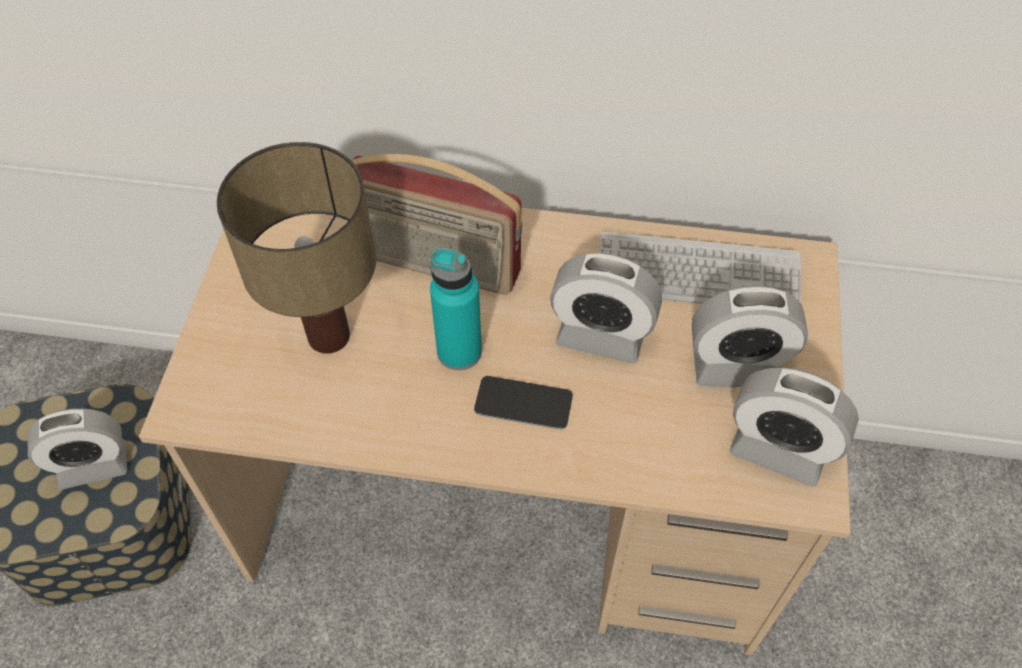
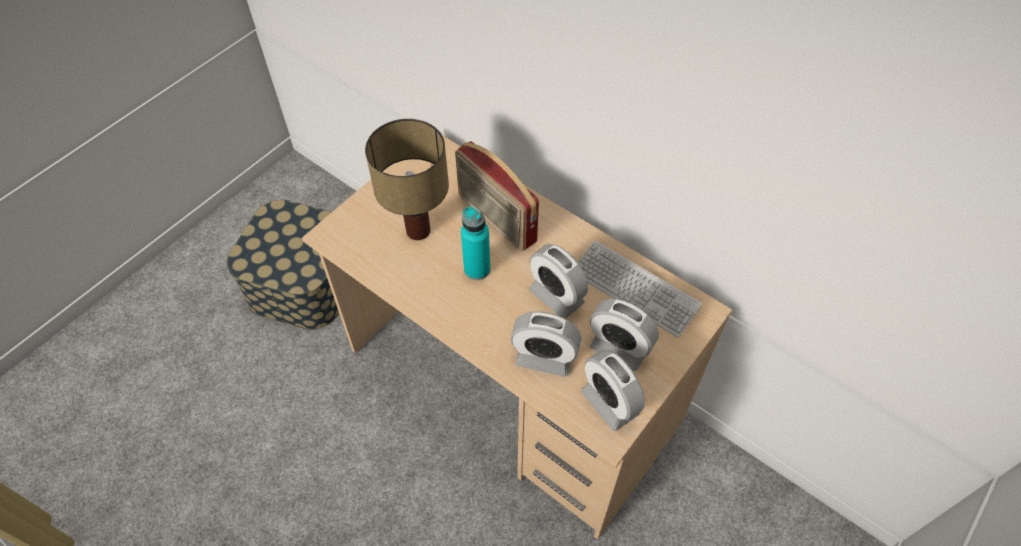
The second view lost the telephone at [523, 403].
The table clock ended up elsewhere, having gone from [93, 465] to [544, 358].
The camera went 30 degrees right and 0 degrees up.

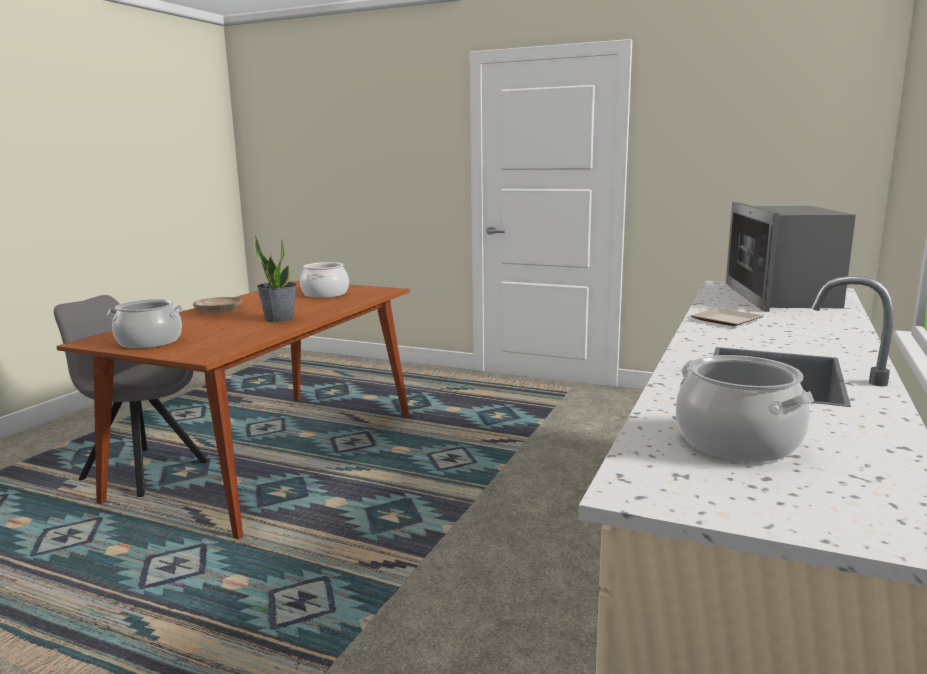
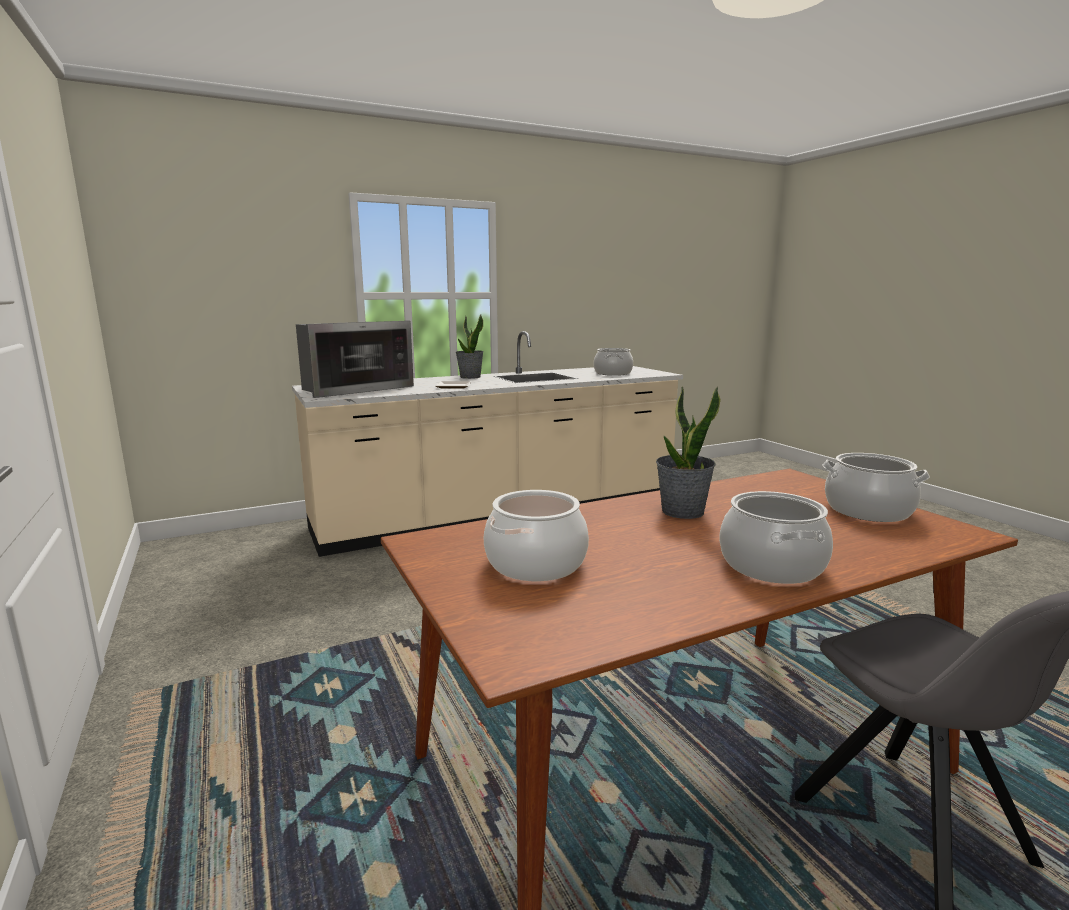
The second view gained the houseplant at [470, 377].
Where the sand-coloured flat dish stood at [218, 310], the cooking pot came to stand at [772, 565].
The camera went 140 degrees left and 0 degrees up.

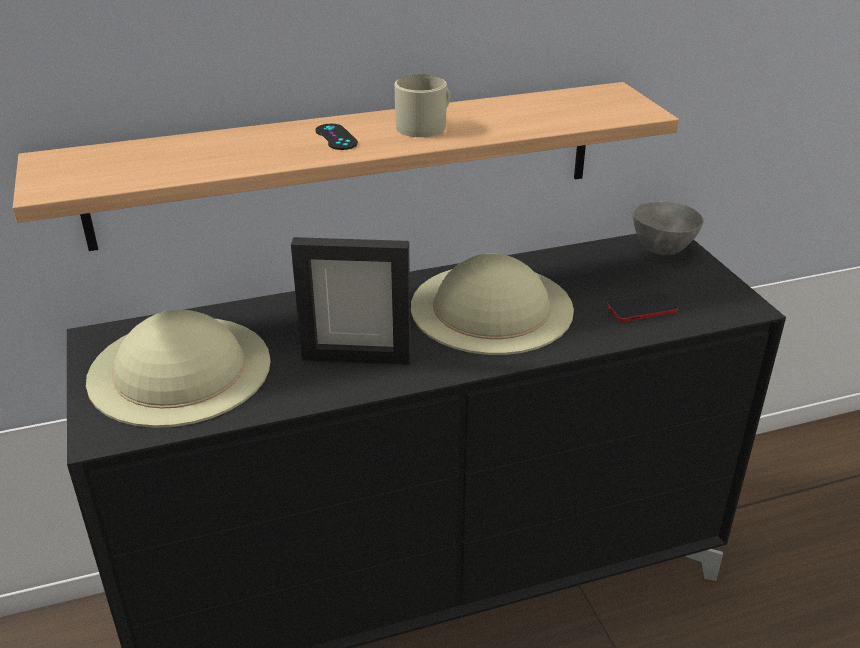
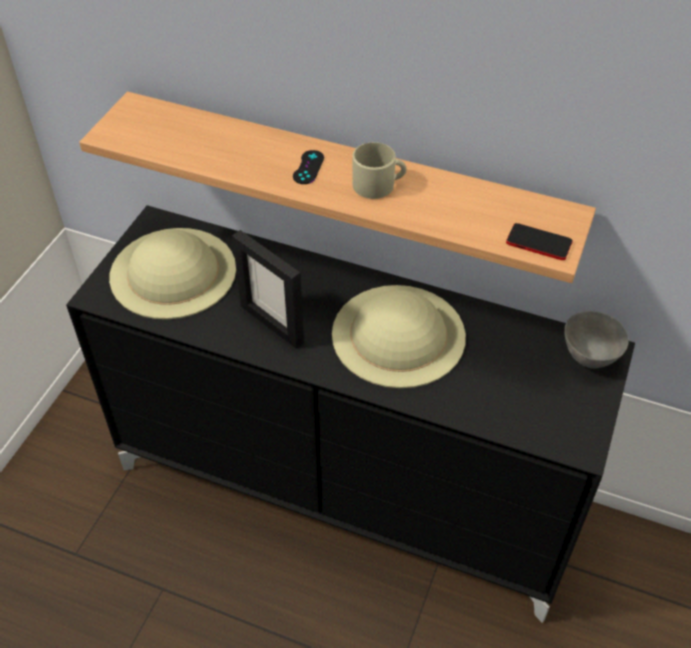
The telephone ended up elsewhere, having gone from [641, 309] to [538, 243].
The camera went 40 degrees right and 15 degrees up.

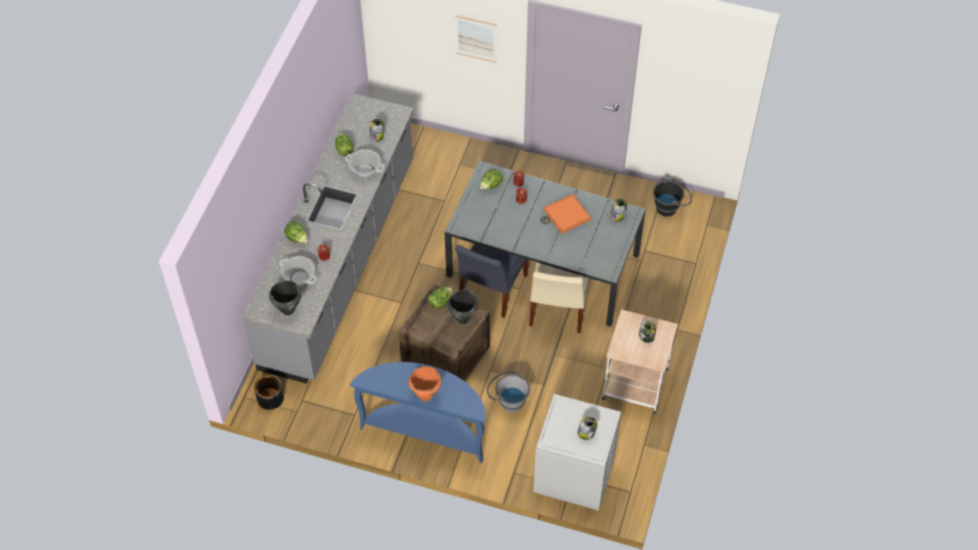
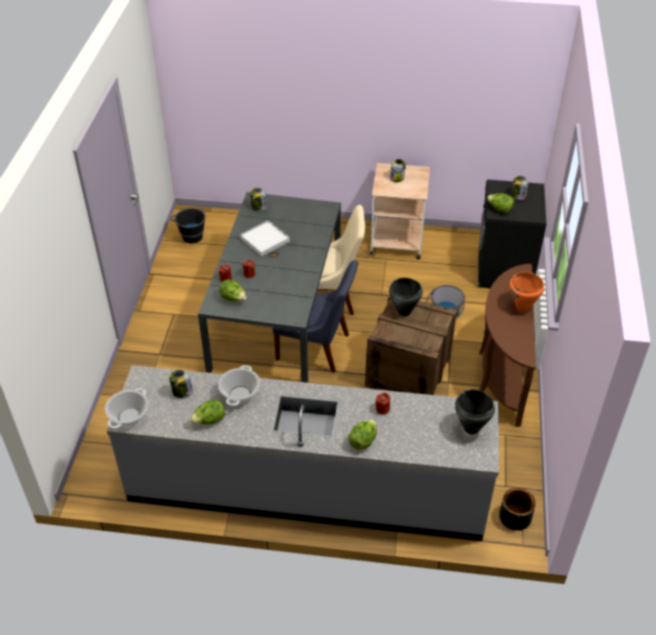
The second view lost the wall picture at [476, 38].
The cooking pot ended up elsewhere, having gone from [299, 278] to [129, 417].
The lettuce ended up elsewhere, having gone from [440, 302] to [499, 209].
What was the blue hall table at [426, 431] turned into the brown hall table at [500, 373].
What was the white laundry appliance at [574, 474] turned into the blackish laundry appliance at [502, 269].
What was the orange carrying tray at [567, 215] turned into the white carrying tray at [265, 240].
The camera went 100 degrees left and 10 degrees down.

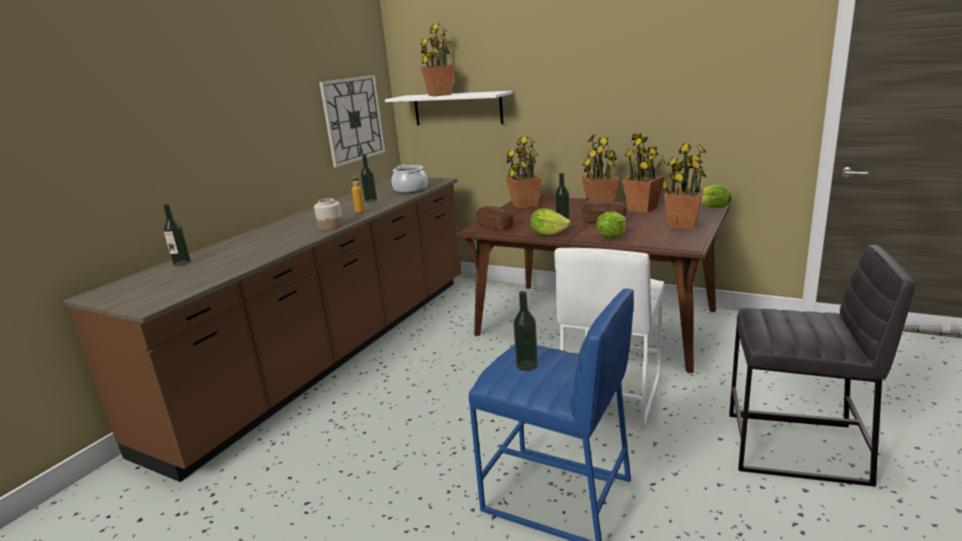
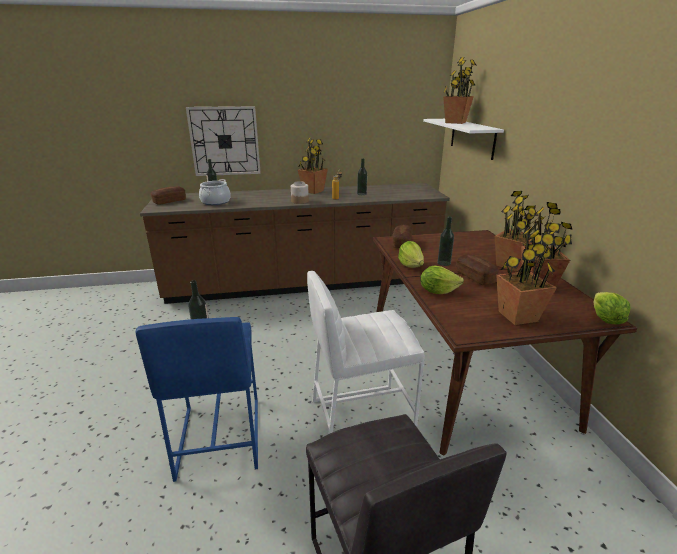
The second view gained the bakery bread at [169, 201].
The wall clock ended up elsewhere, having gone from [353, 119] to [225, 141].
The cooking pot ended up elsewhere, having gone from [410, 190] to [216, 202].
The houseplant ended up elsewhere, having gone from [524, 205] to [313, 191].
The camera went 50 degrees right and 5 degrees up.

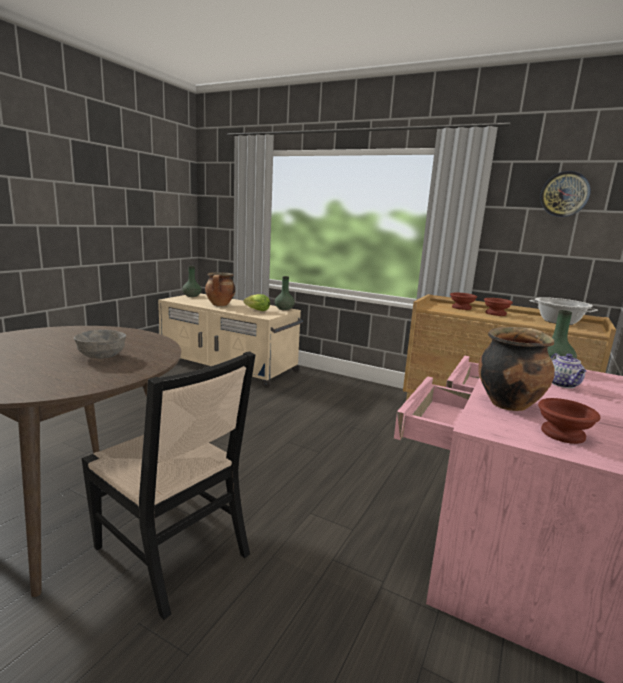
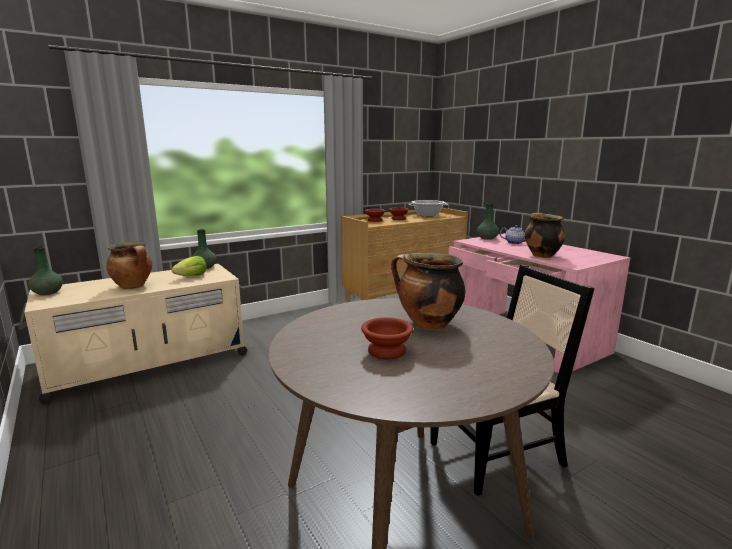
The second view lost the wall clock at [564, 194].
The brown deep dish ended up elsewhere, having gone from [560, 434] to [385, 351].
Where the greyish deep dish stood at [101, 357], the cooking pot came to stand at [427, 324].
The camera went 60 degrees left and 0 degrees up.

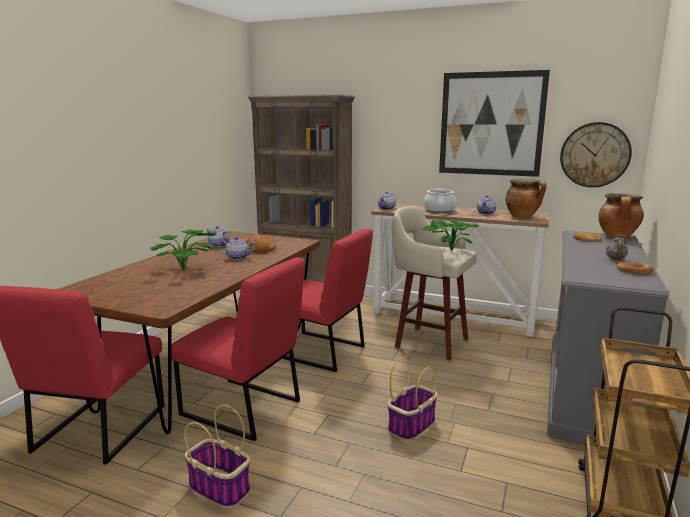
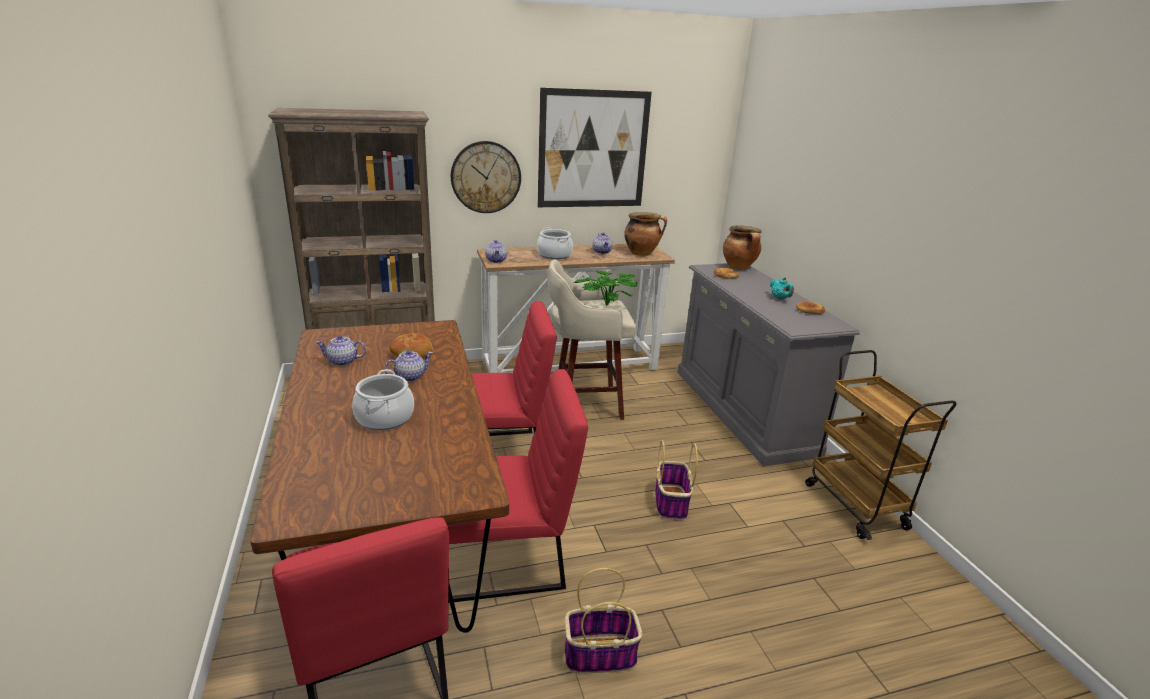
The wall clock ended up elsewhere, having gone from [594, 155] to [486, 177].
Where the houseplant stood at [187, 270], the cooking pot came to stand at [385, 417].
What was the greyish pot for tea at [615, 259] turned into the blue-green pot for tea at [780, 298].
The camera went 40 degrees left and 10 degrees up.

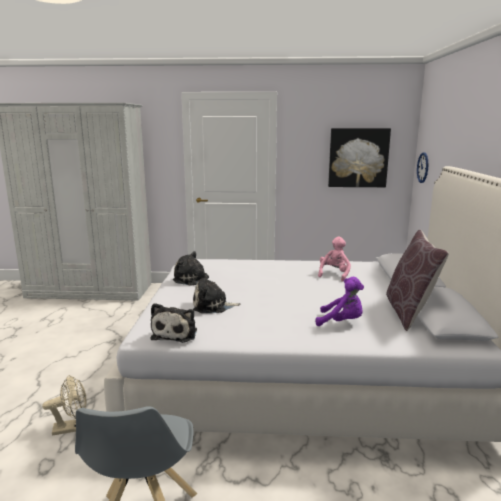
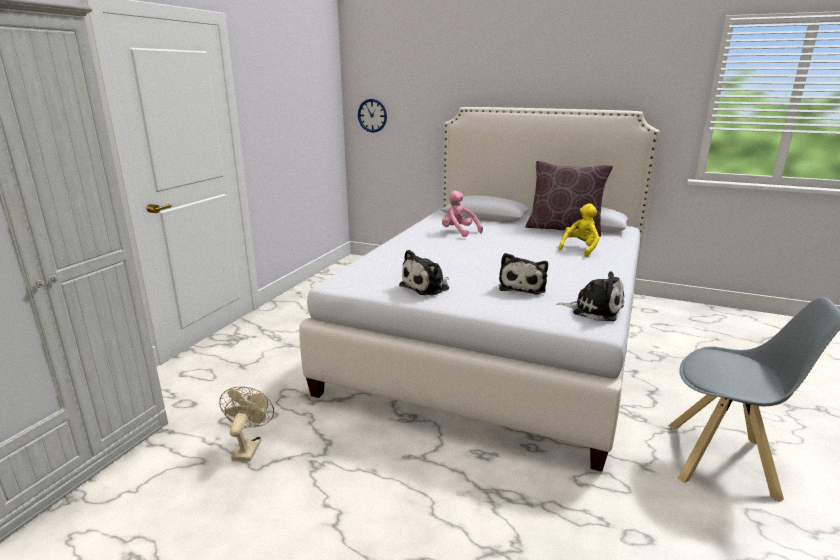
The second view lost the wall picture at [358, 158].
The sand-coloured electric fan ended up elsewhere, having gone from [71, 428] to [248, 447].
What was the purple plush toy at [341, 322] turned into the yellowish plush toy at [580, 249].
The camera went 70 degrees left and 5 degrees up.

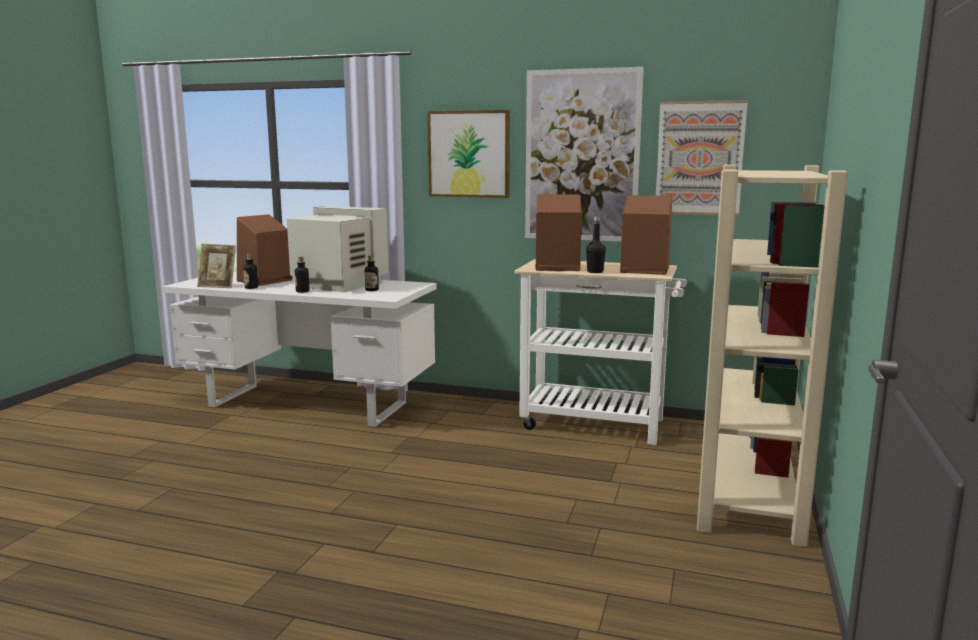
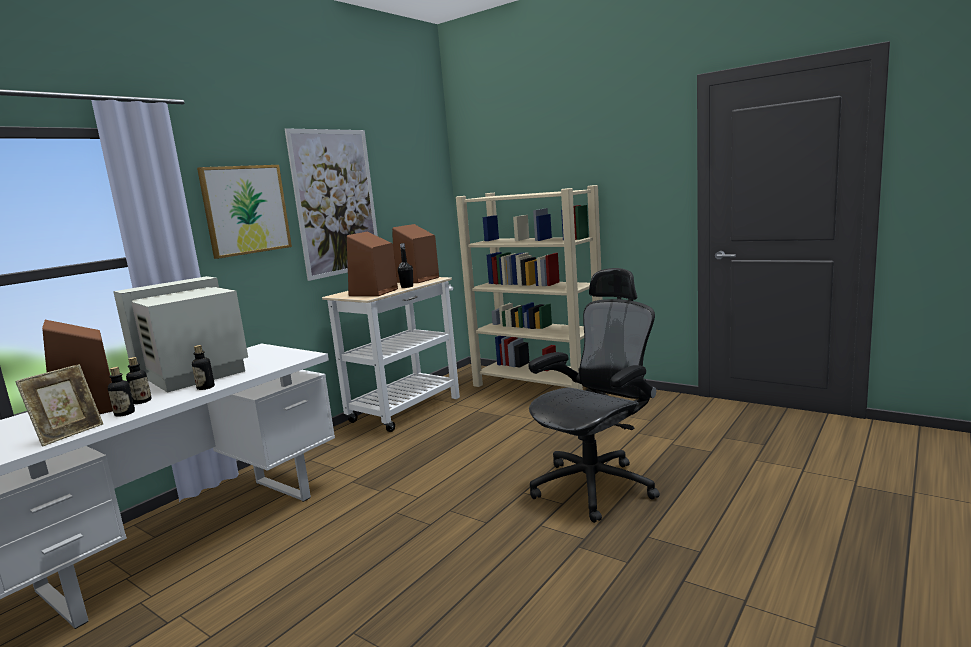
The second view lost the wall picture at [699, 158].
The second view gained the computer chair at [596, 485].
The beverage bottle ended up elsewhere, having gone from [372, 290] to [142, 401].
The camera went 70 degrees left and 0 degrees up.

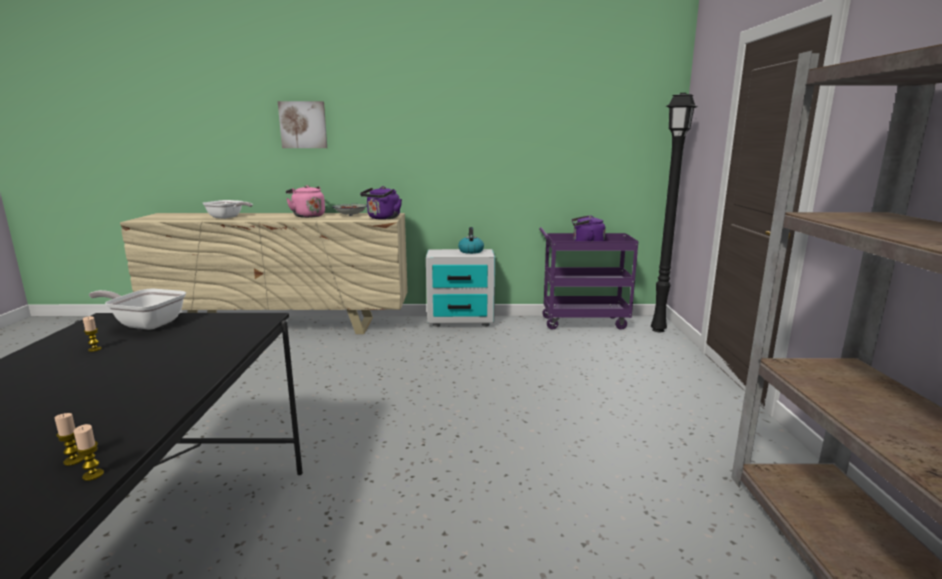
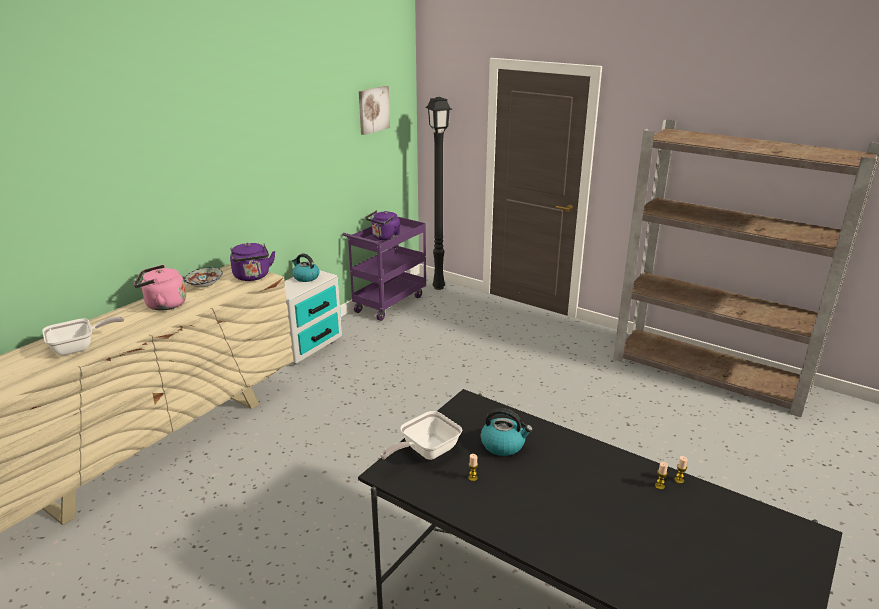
The second view gained the tea kettle at [503, 444].
The wall picture ended up elsewhere, having gone from [303, 125] to [373, 109].
The camera went 55 degrees left and 10 degrees up.

